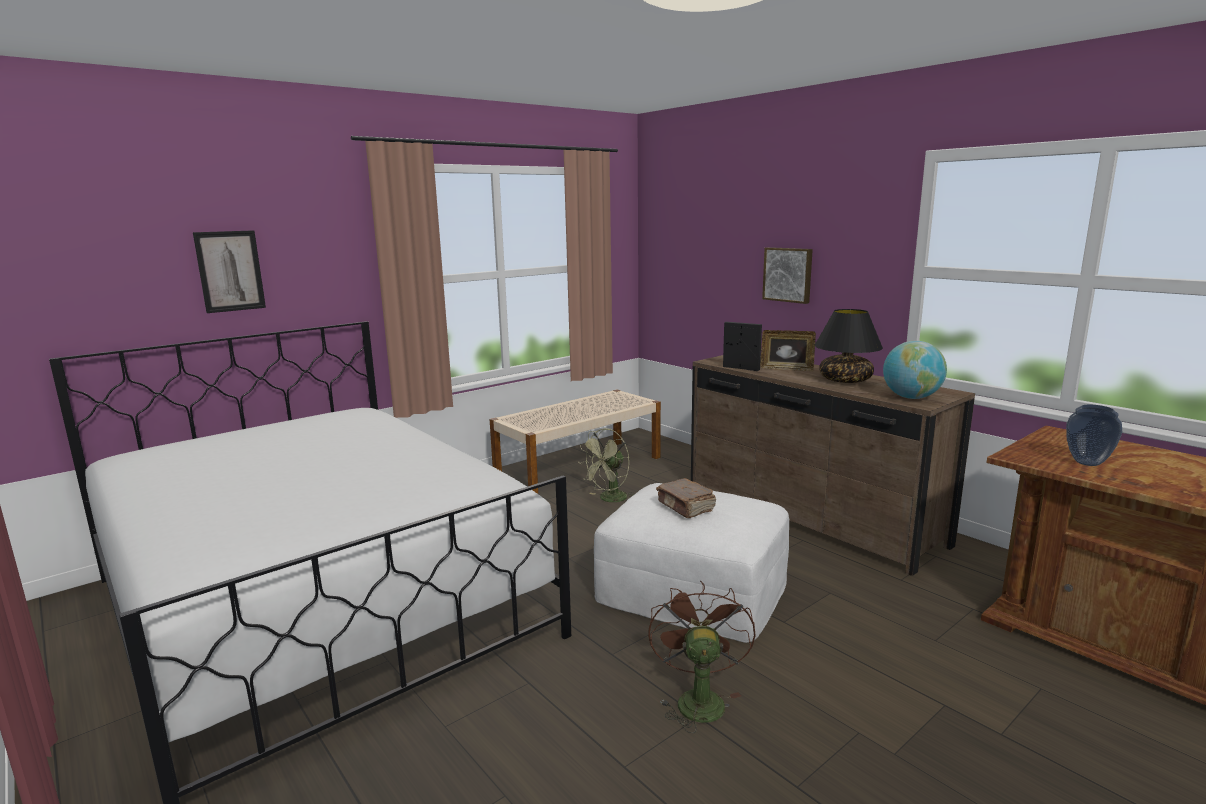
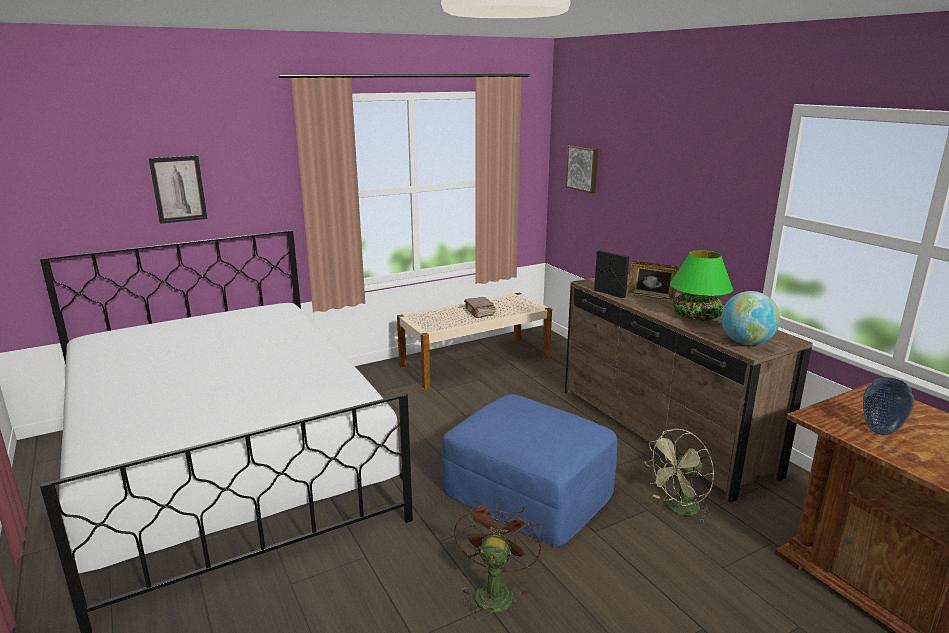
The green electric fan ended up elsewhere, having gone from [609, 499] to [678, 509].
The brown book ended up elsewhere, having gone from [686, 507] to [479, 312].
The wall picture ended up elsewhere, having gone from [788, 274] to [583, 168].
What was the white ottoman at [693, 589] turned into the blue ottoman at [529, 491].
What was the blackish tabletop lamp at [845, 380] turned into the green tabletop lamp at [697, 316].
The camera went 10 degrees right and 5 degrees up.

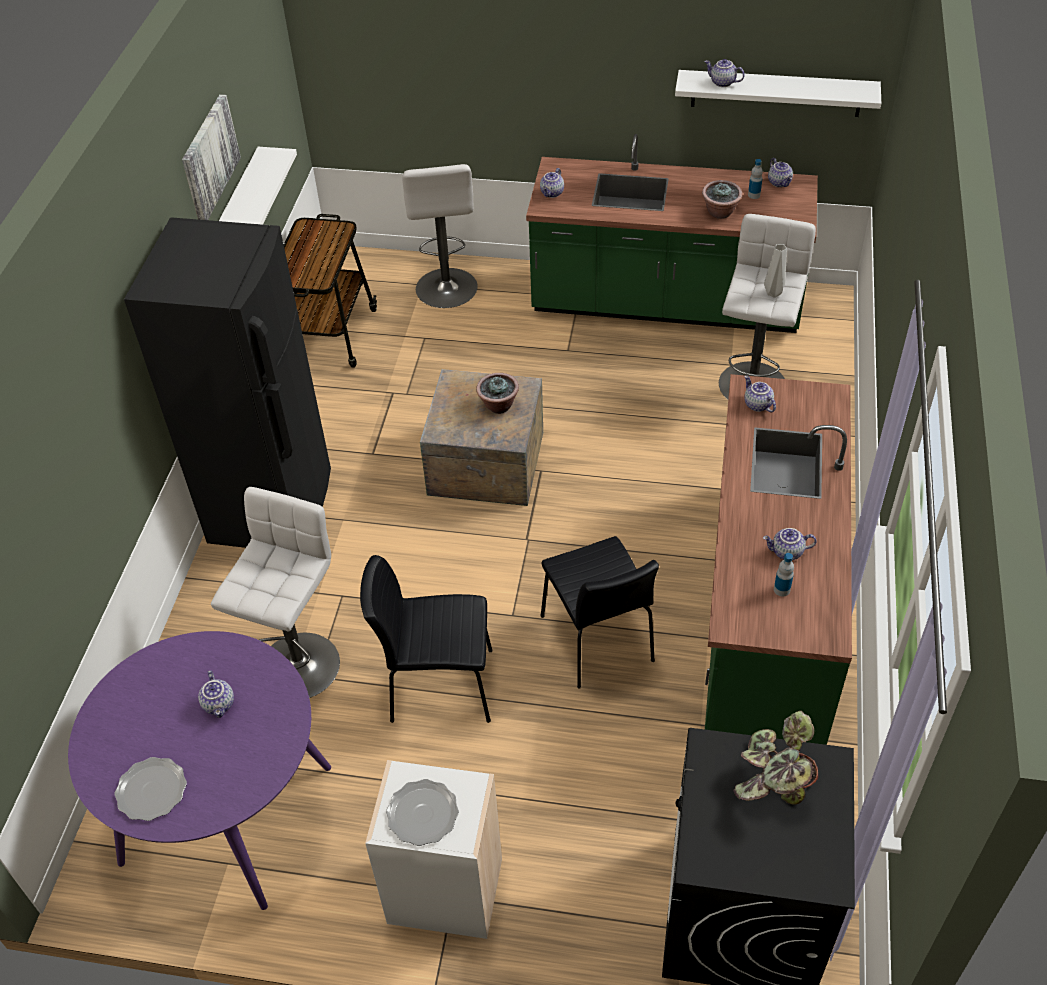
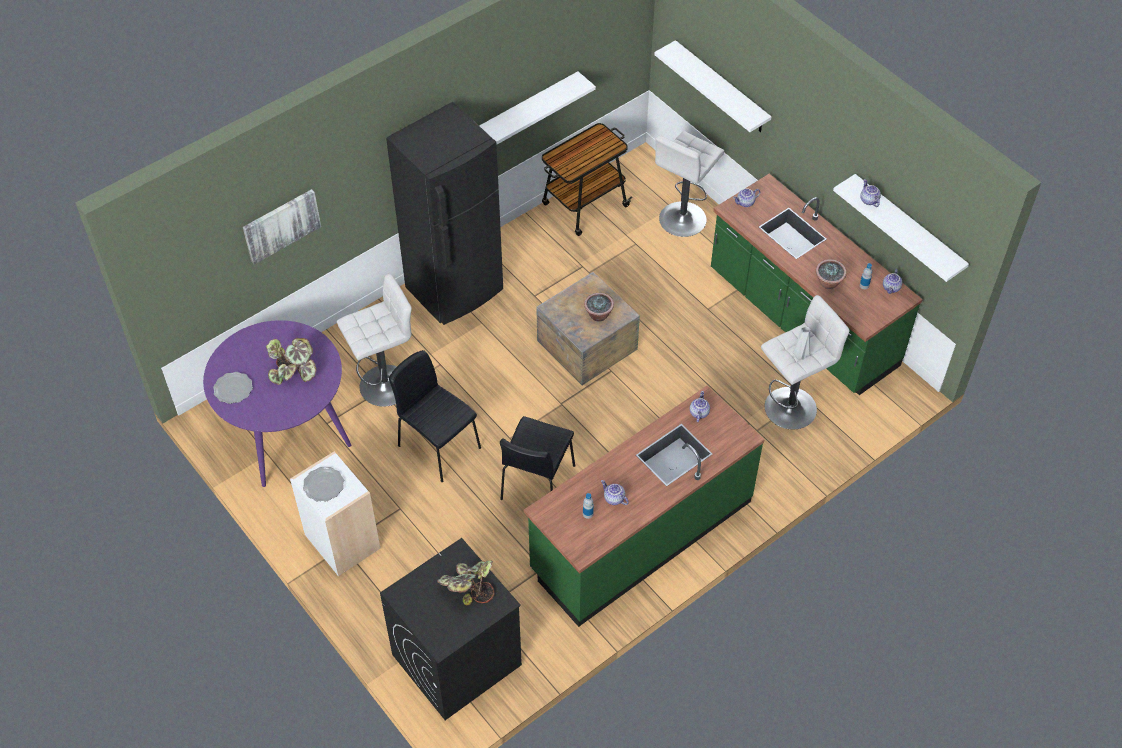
The second view gained the white bracket shelf at [721, 88].
The wall picture ended up elsewhere, having gone from [209, 158] to [281, 225].
Where the pot for tea stood at [220, 704], the houseplant came to stand at [294, 372].
The camera went 40 degrees right and 5 degrees up.

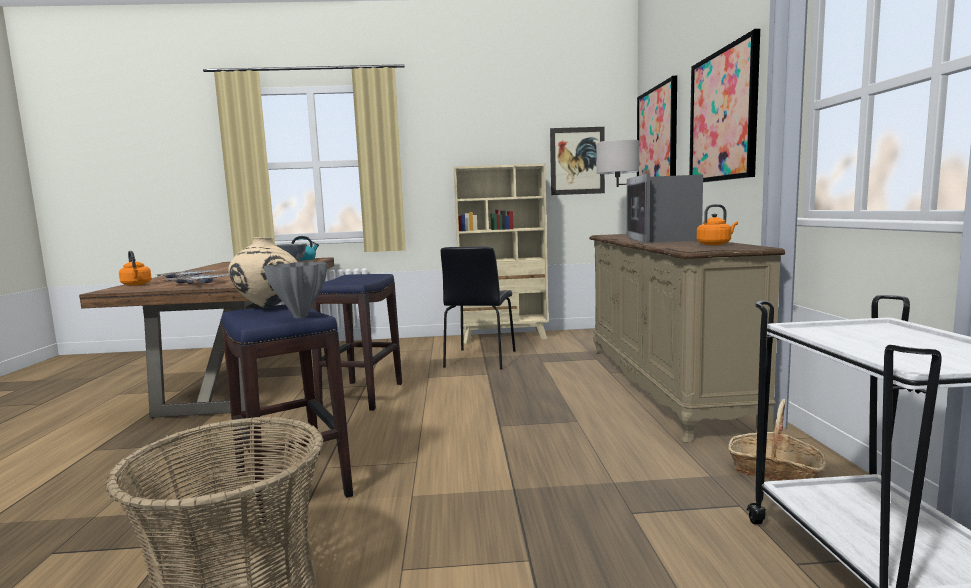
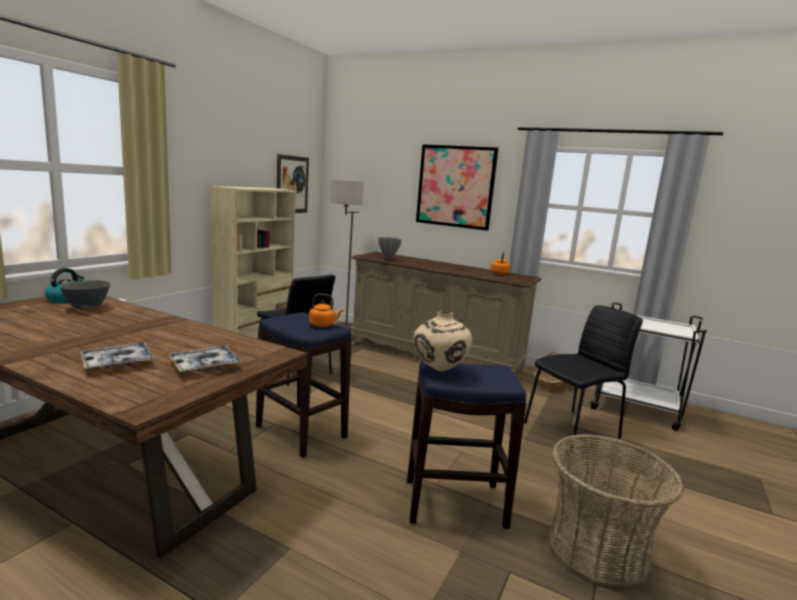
The second view lost the microwave oven at [661, 239].
The second view lost the wall picture at [657, 137].
The second view gained the blackish plain chair at [574, 430].
The orange tea kettle ended up elsewhere, having gone from [136, 284] to [323, 325].
The greyish vase ended up elsewhere, having gone from [301, 316] to [388, 259].
The camera went 60 degrees left and 5 degrees up.

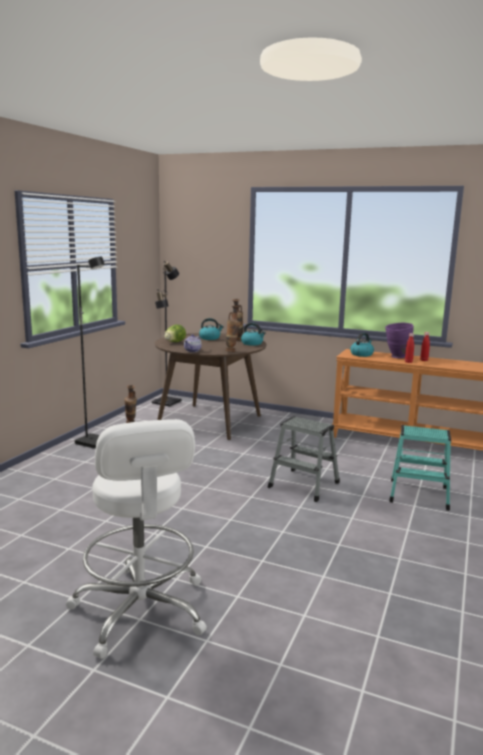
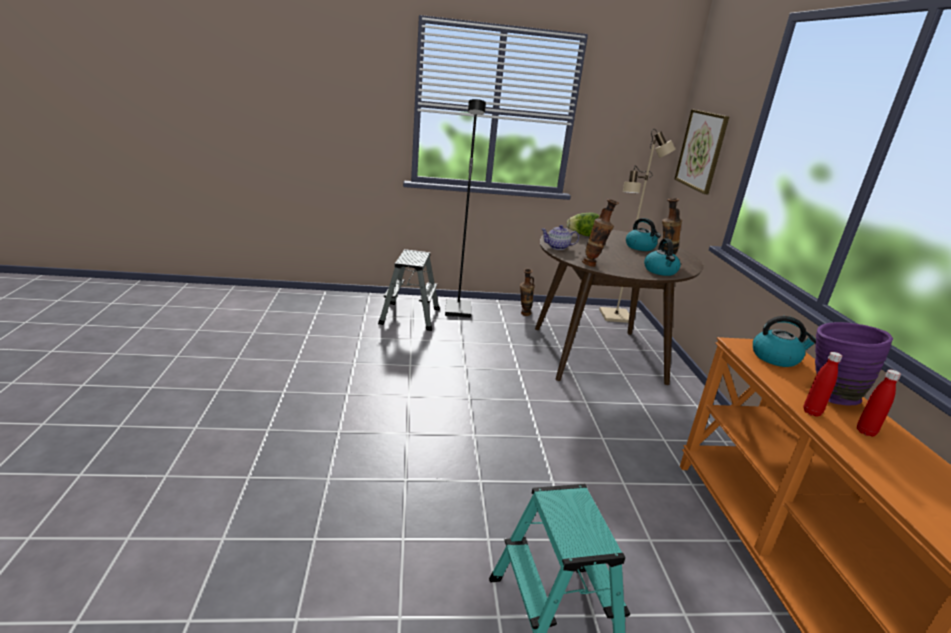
The second view lost the white sitting stool at [141, 611].
The second view gained the wall picture at [701, 150].
The greyish step ladder ended up elsewhere, having gone from [304, 484] to [410, 316].
What was the blackish standing lamp at [166, 402] turned into the sand-coloured standing lamp at [615, 316].
The camera went 60 degrees right and 10 degrees up.

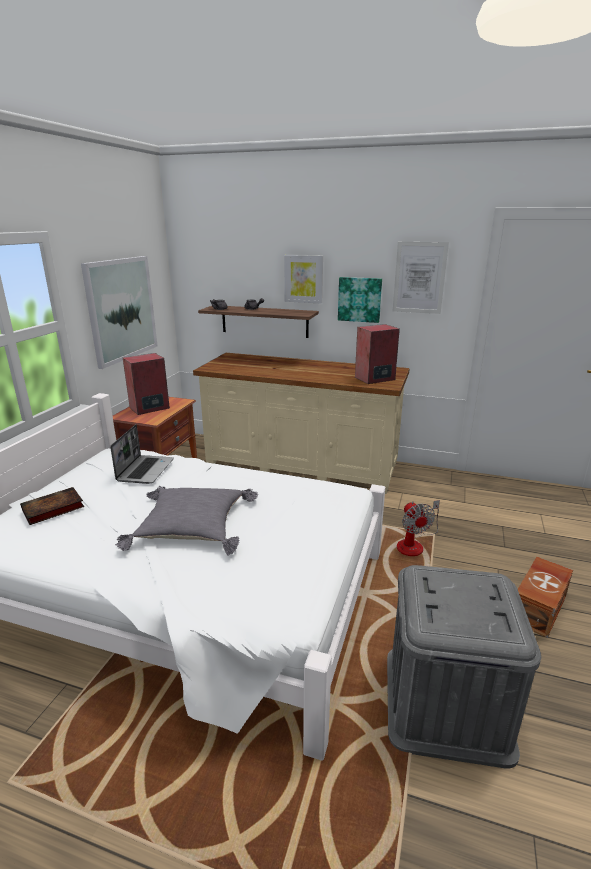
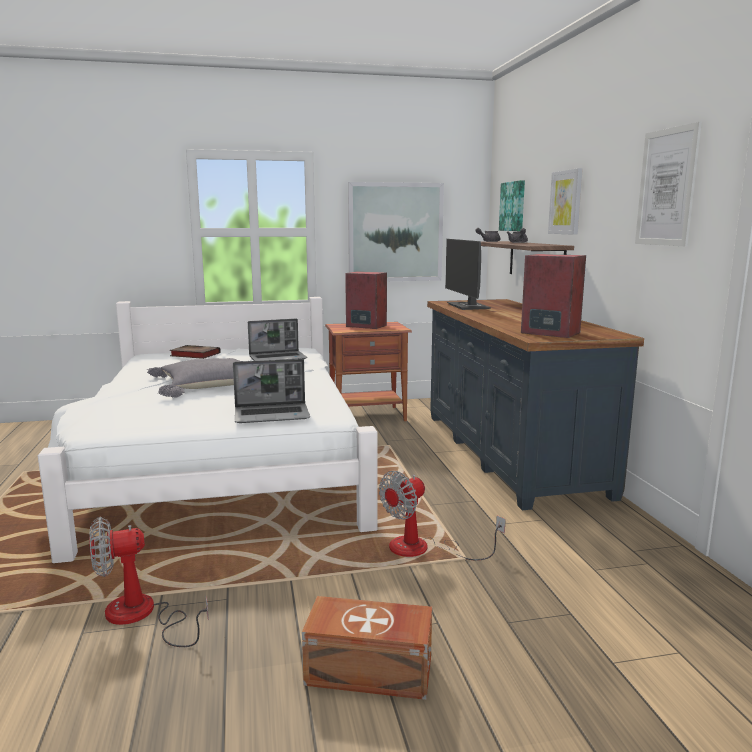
The second view gained the notebook computer at [272, 415].
The second view gained the monitor at [468, 306].
The wall picture ended up elsewhere, having gone from [359, 299] to [513, 206].
Where the greyish storage container stood at [446, 702], the electric fan came to stand at [142, 616].
What was the sand-coloured dresser at [302, 465] turned into the blue dresser at [509, 453].
The camera went 60 degrees right and 10 degrees down.

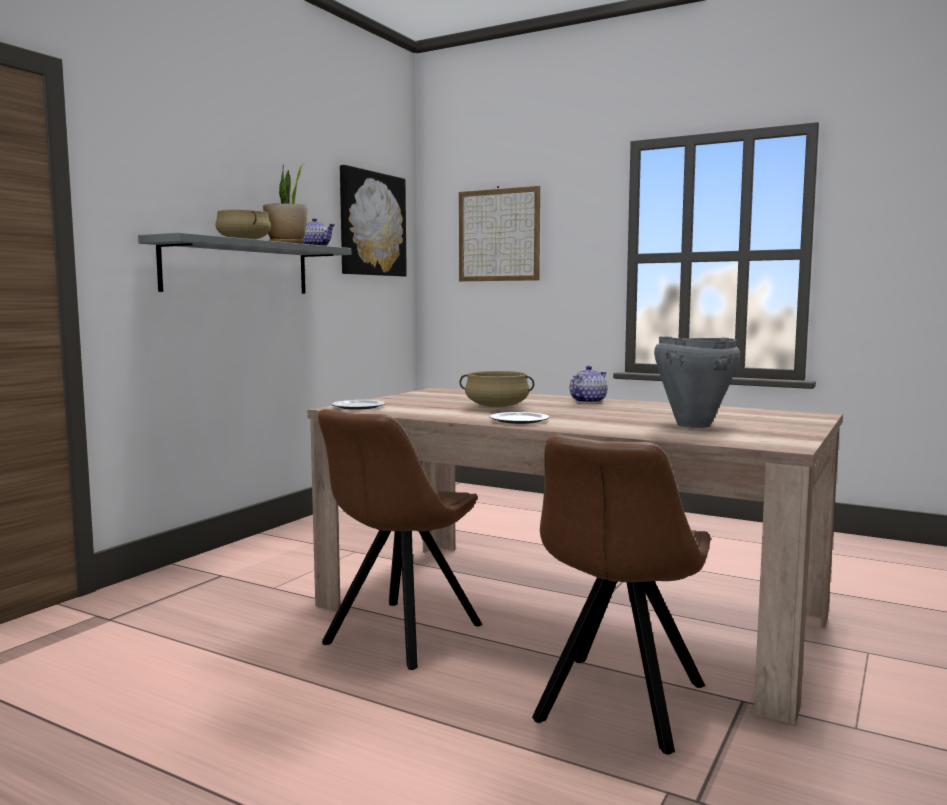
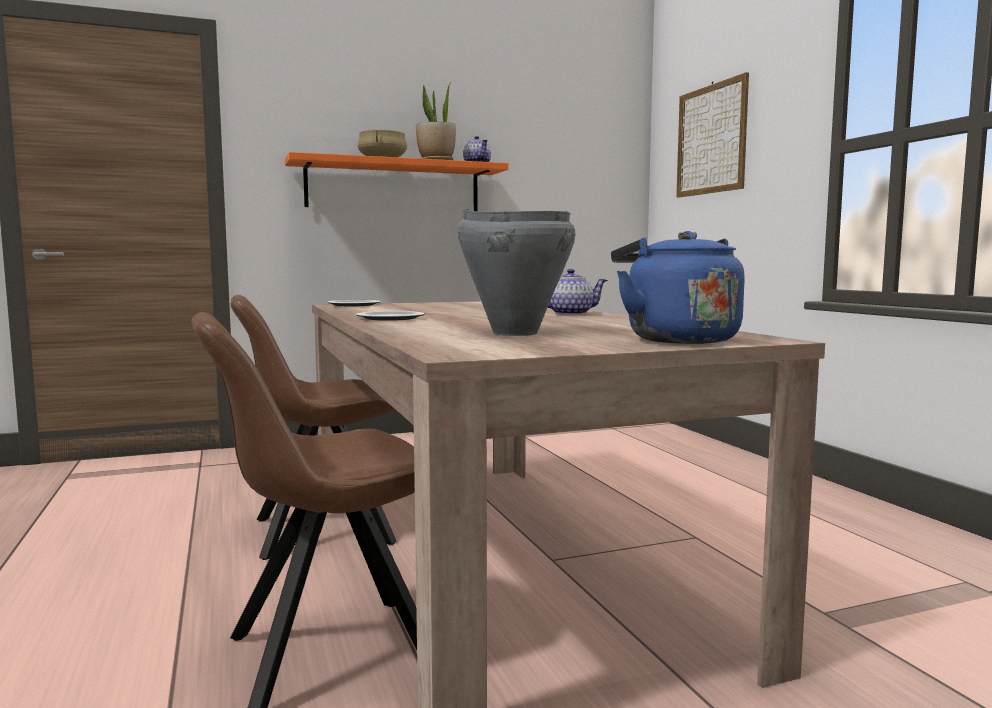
The second view lost the wall picture at [372, 224].
The second view lost the sand-coloured cooking pot at [496, 406].
The second view gained the blue tea kettle at [676, 339].
What was the greyish bracket shelf at [238, 268] turned into the orange bracket shelf at [393, 186].
The camera went 40 degrees right and 0 degrees up.

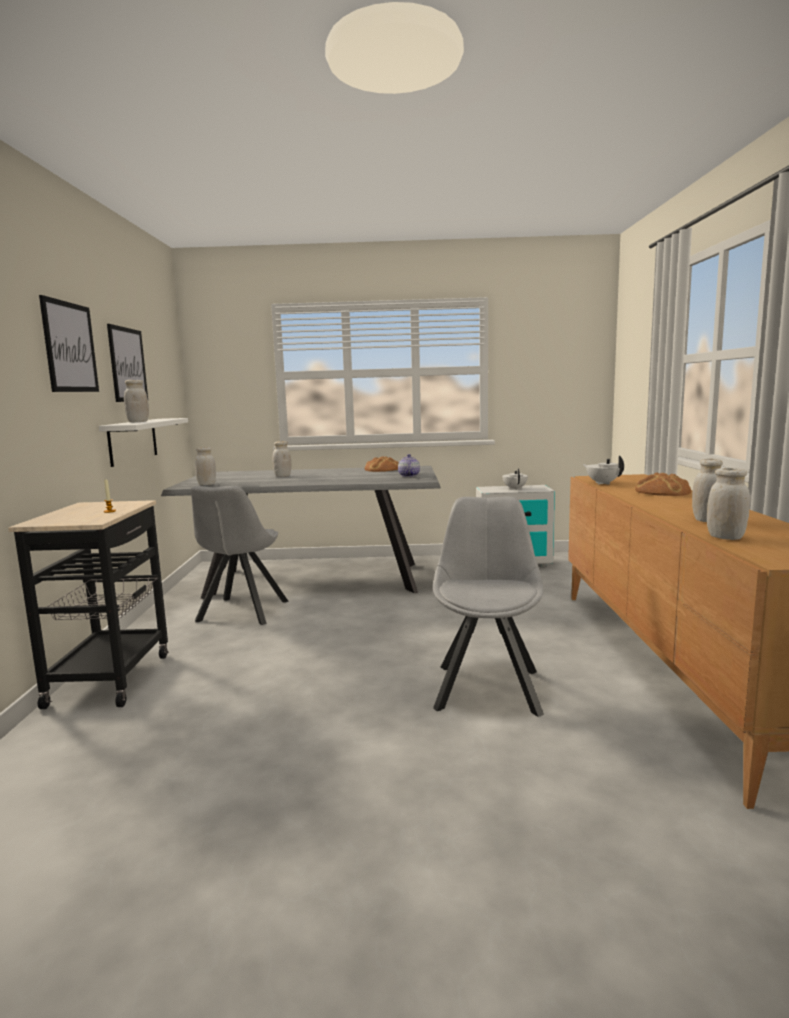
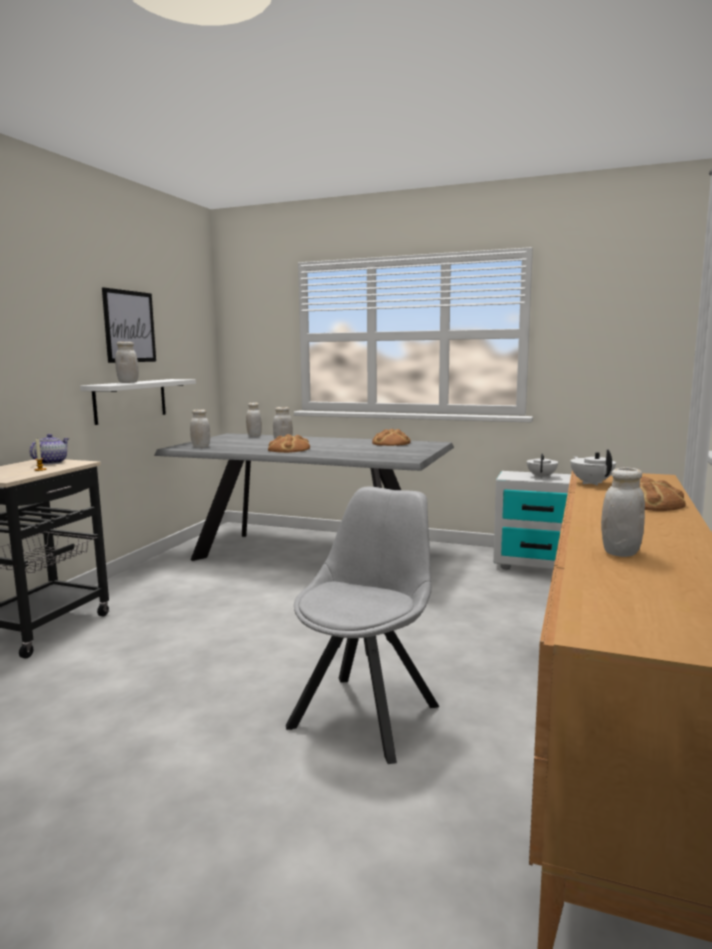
The second view lost the wall picture at [70, 347].
The second view lost the greyish plain chair at [242, 612].
The second view gained the bakery bread at [288, 449].
The pot for tea ended up elsewhere, having gone from [408, 475] to [51, 462].
The white storage jar ended up elsewhere, having gone from [725, 537] to [254, 436].
The camera went 20 degrees right and 0 degrees up.

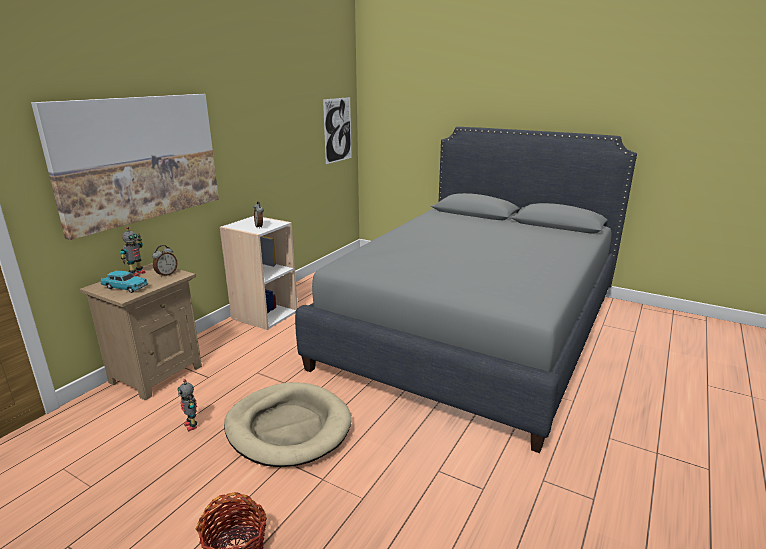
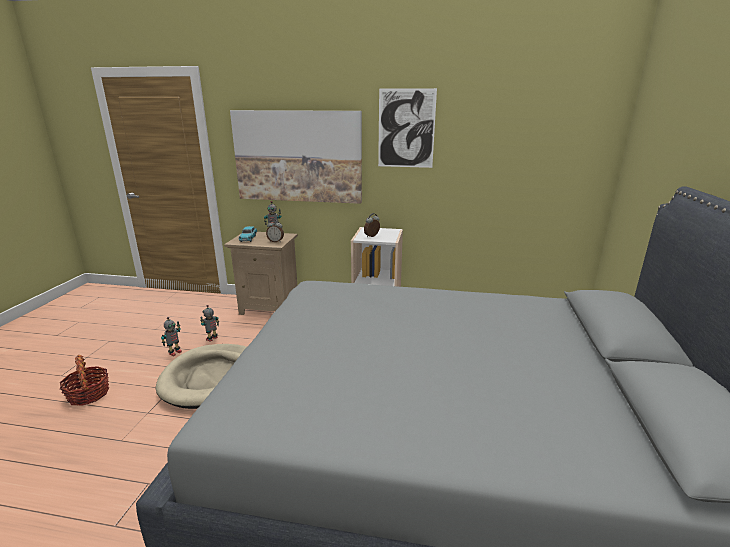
The second view gained the toy robot at [175, 352].
The wall picture ended up elsewhere, having gone from [338, 130] to [406, 129].
The camera went 70 degrees right and 0 degrees up.

